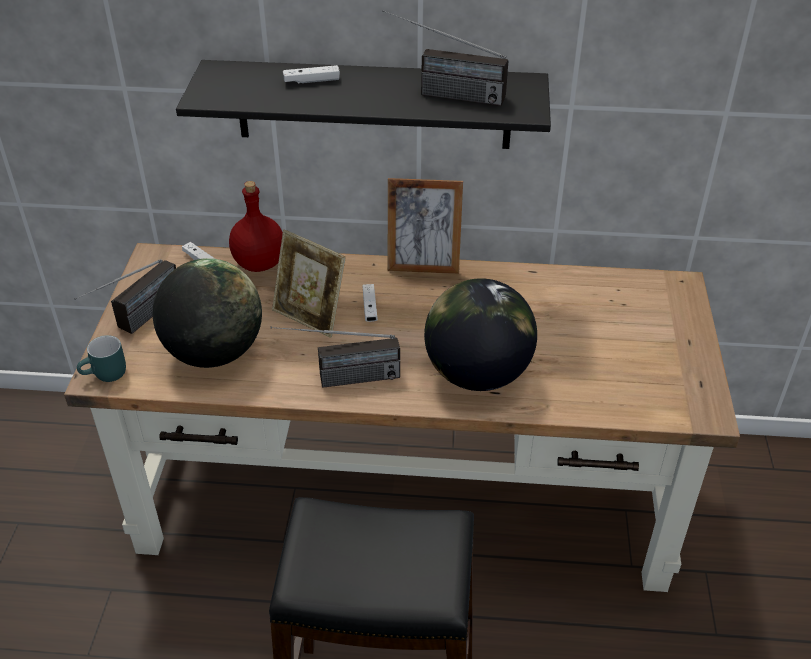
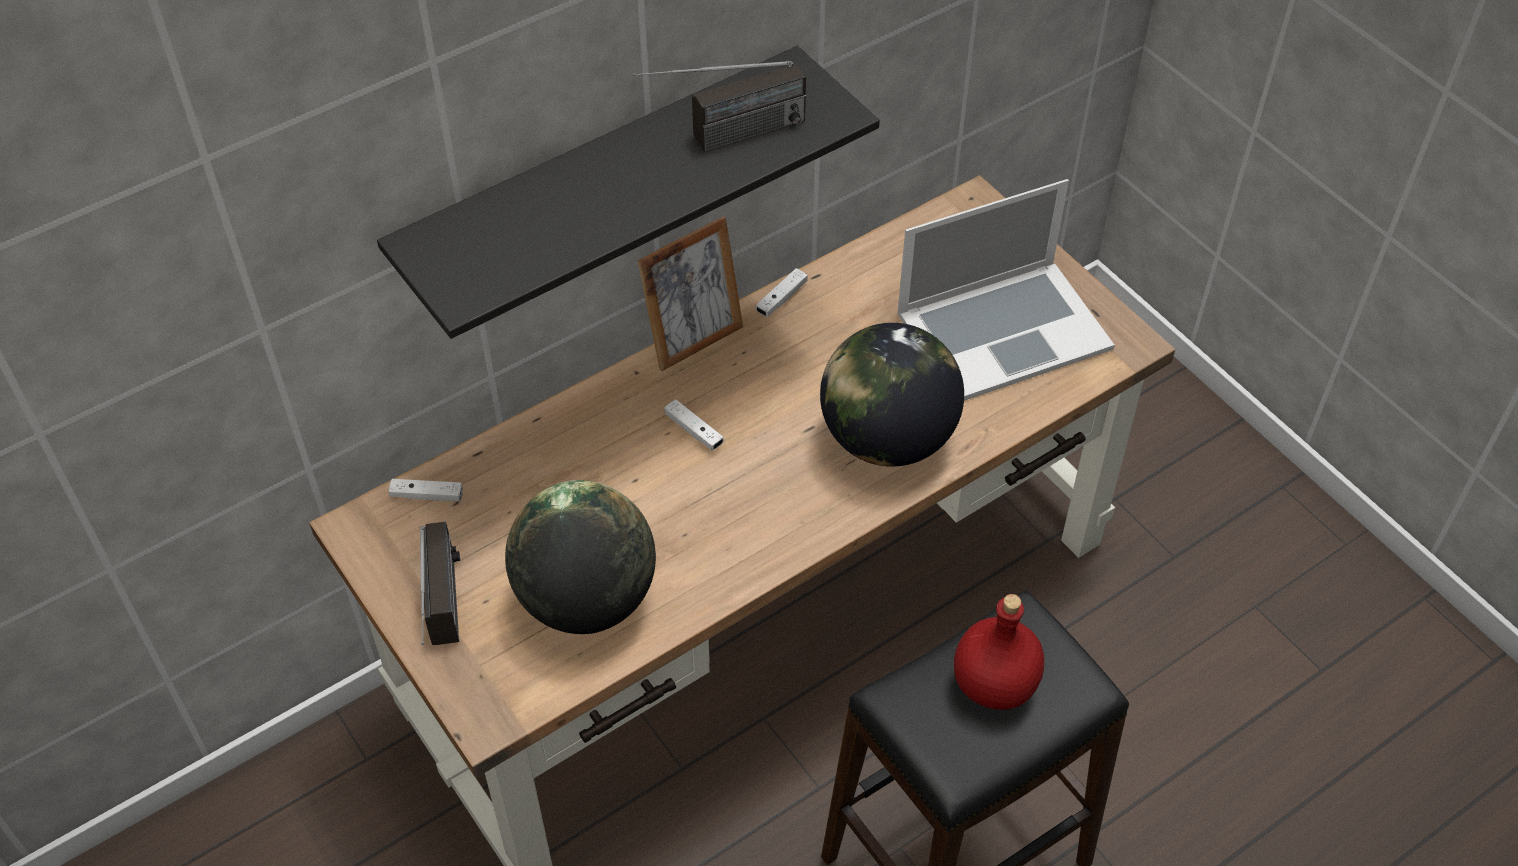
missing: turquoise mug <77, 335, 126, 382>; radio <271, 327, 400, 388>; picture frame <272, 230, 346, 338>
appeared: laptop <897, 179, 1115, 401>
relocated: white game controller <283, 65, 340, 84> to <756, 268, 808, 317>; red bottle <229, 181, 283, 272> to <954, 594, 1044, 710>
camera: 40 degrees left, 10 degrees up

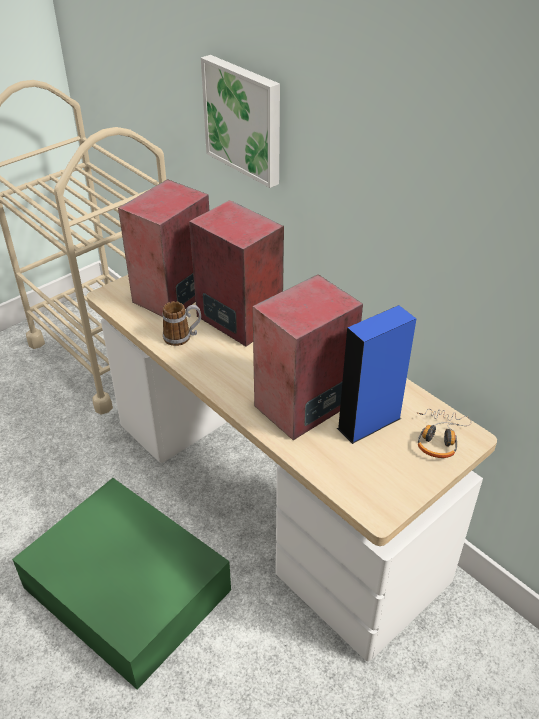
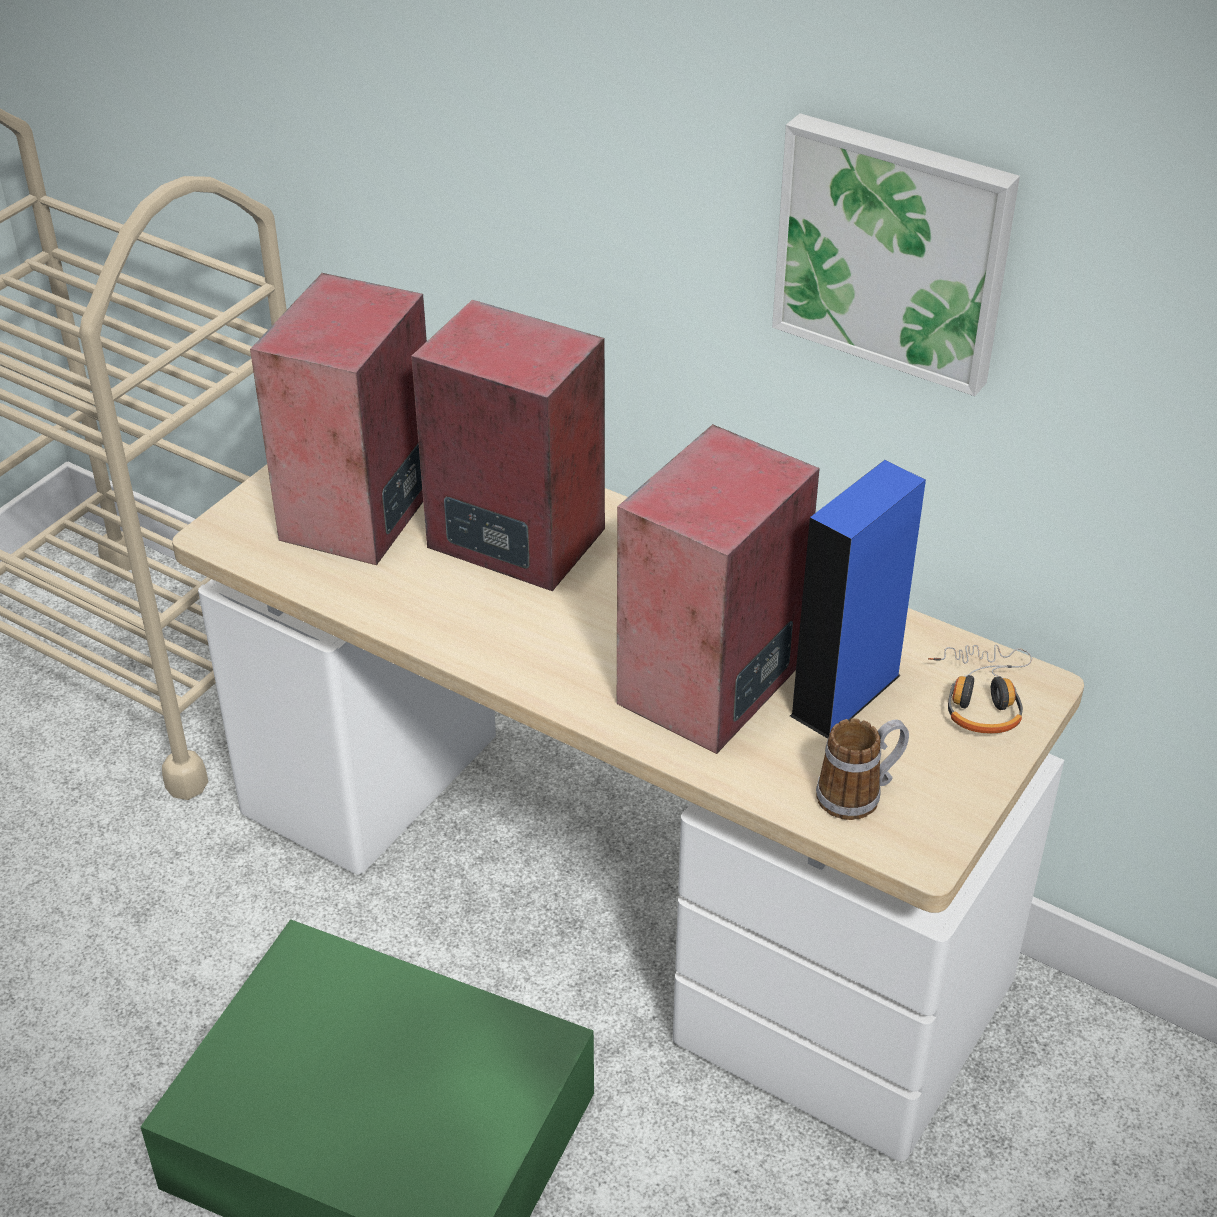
relocated: picture <201, 55, 280, 188> to <772, 113, 1020, 396>; mug <162, 301, 201, 346> to <816, 718, 909, 820>
camera: 15 degrees left, 0 degrees up

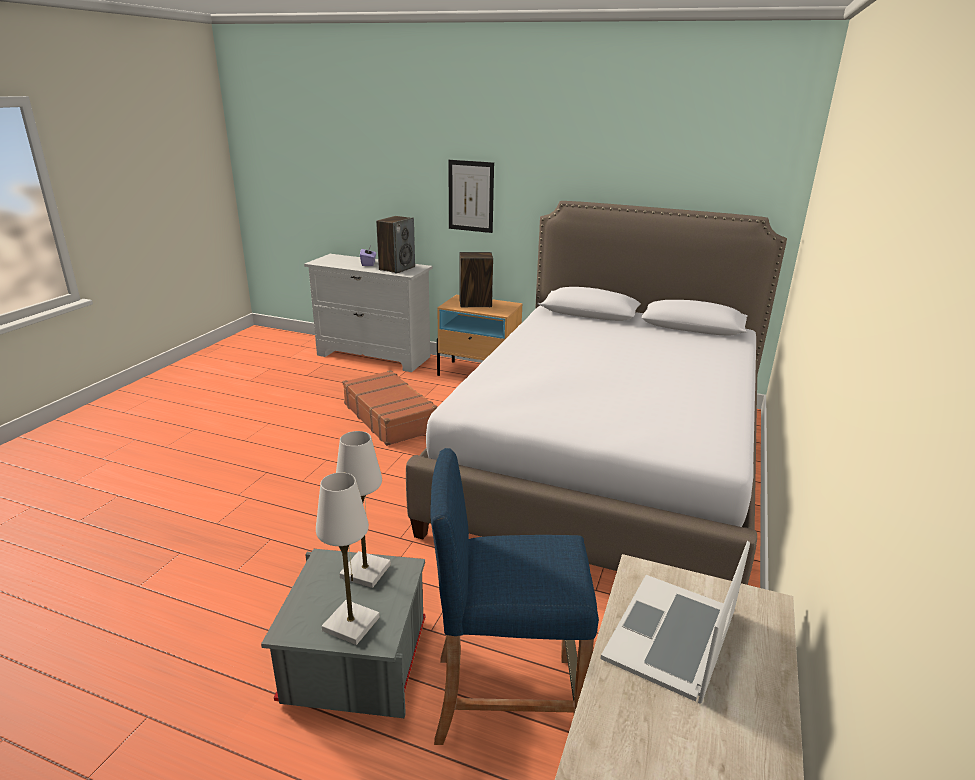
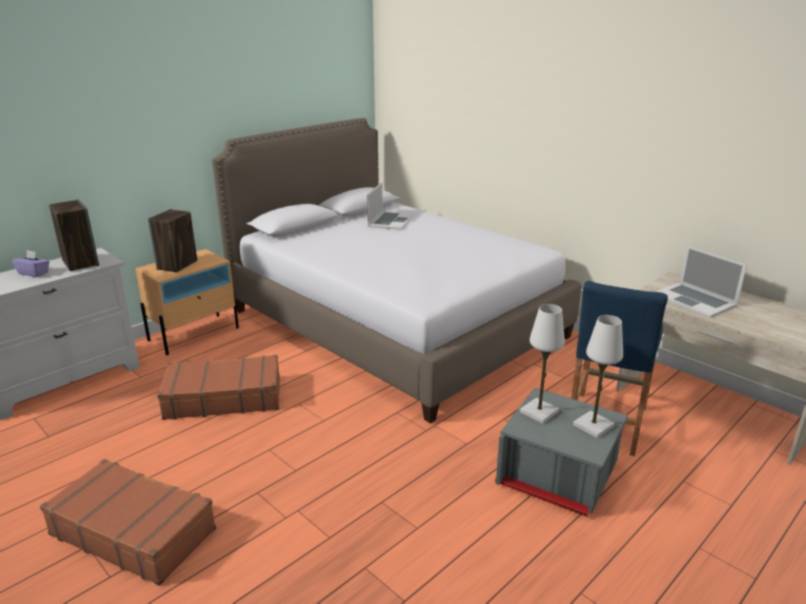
missing: picture <448, 160, 494, 233>
appeared: brown suitcase <40, 459, 216, 586>; laptop <367, 182, 414, 230>
camera: 65 degrees left, 0 degrees up

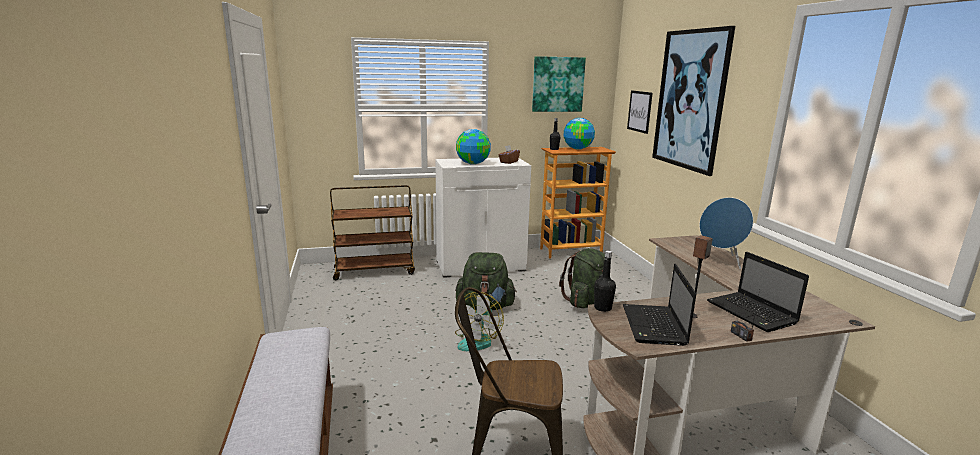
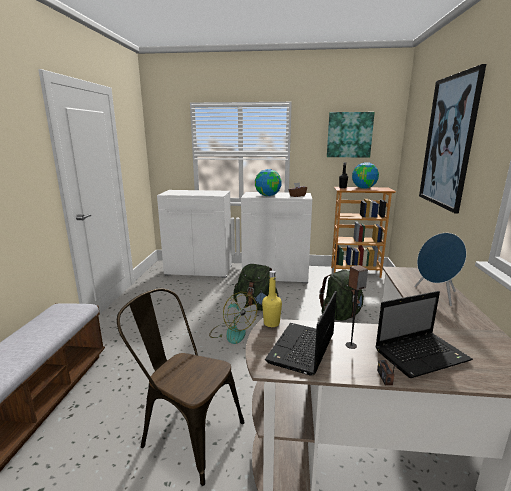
missing: picture <627, 90, 652, 134>
exchanged: brown cart <330, 185, 415, 280> to white cabinet <157, 190, 232, 278>
colour: black bottle <594, 250, 616, 312> to yellow bottle <262, 270, 282, 327>
spun: fan <455, 292, 504, 351> = <209, 292, 257, 344> 75 degrees counterclockwise; laptop <707, 252, 809, 332> = <375, 291, 473, 378> 105 degrees counterclockwise
camera: 20 degrees right, 0 degrees up

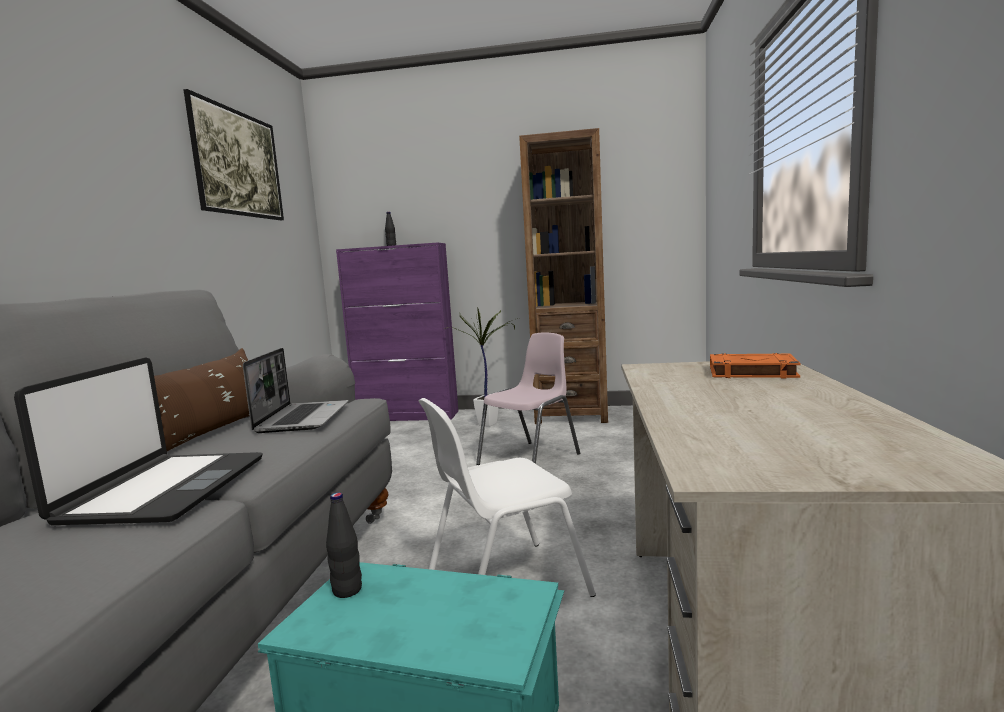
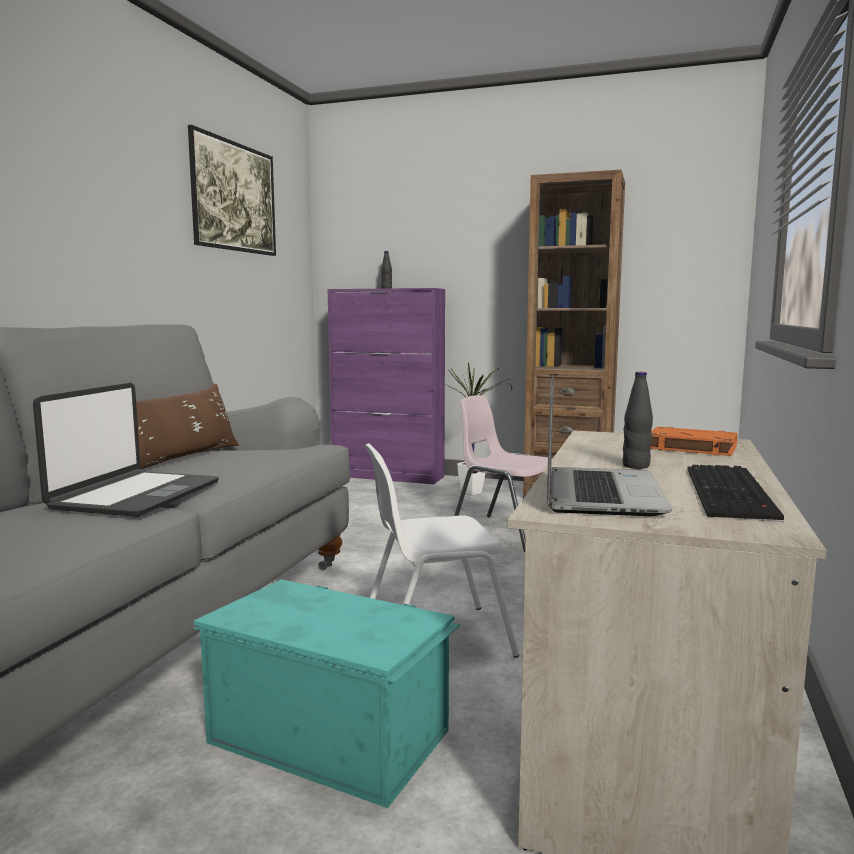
appeared: keyboard <687, 465, 784, 522>
relocated: laptop <243, 348, 349, 433> to <547, 376, 672, 516>; black bottle <326, 492, 362, 598> to <622, 372, 653, 469>
spun: pink chair <476, 333, 580, 465> = <454, 395, 548, 552> 105 degrees counterclockwise
camera: 10 degrees right, 0 degrees up

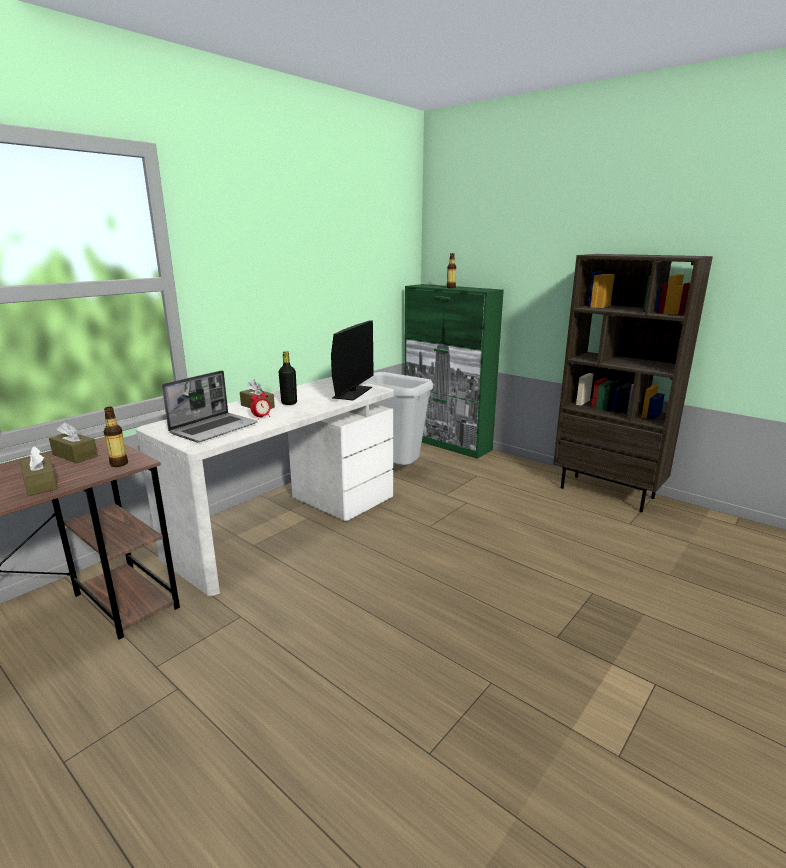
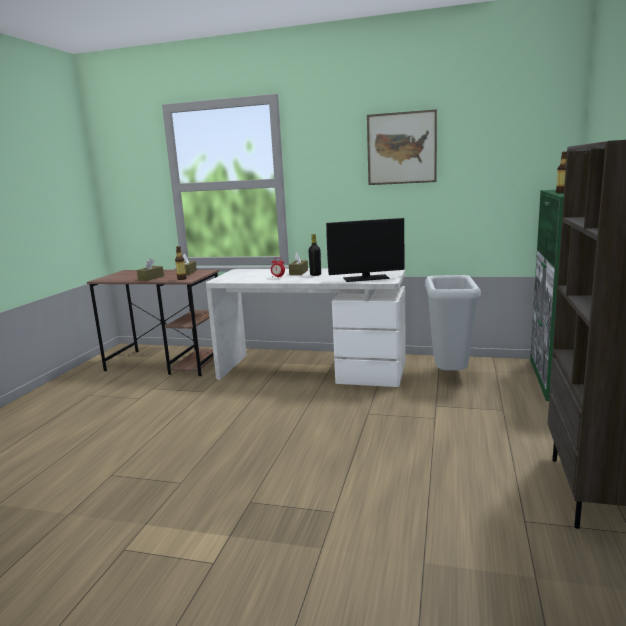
missing: laptop <162, 370, 257, 442>
appeared: picture <367, 109, 437, 185>
camera: 65 degrees right, 5 degrees down

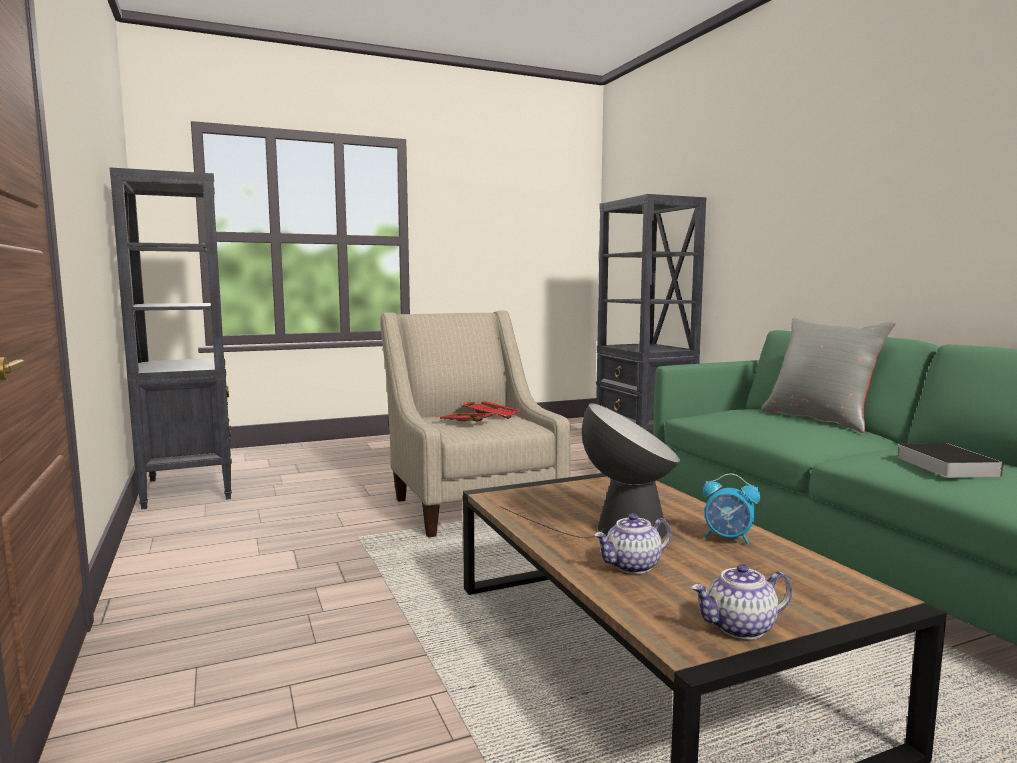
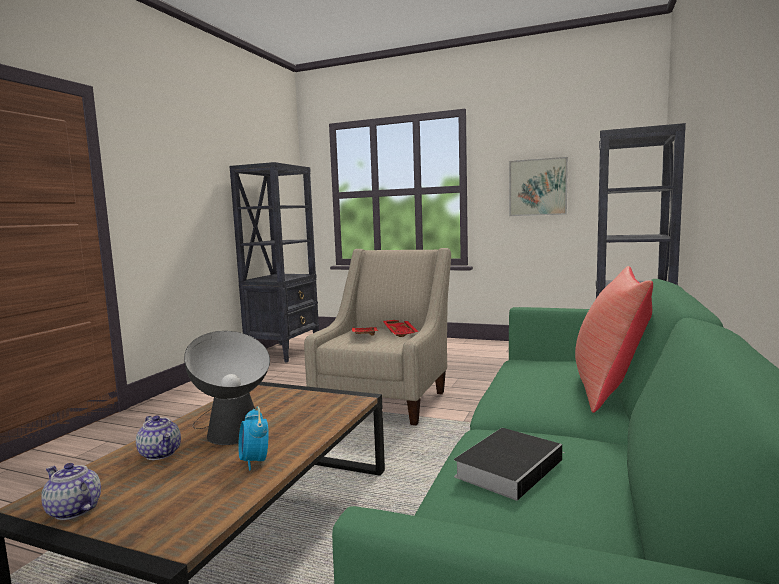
appeared: picture <509, 157, 568, 216>
colour: grey pillow <761, 317, 896, 433> to red pillow <575, 266, 653, 413>
spun: teapot <594, 513, 671, 574> = <136, 415, 181, 460> 150 degrees counterclockwise
camera: 45 degrees right, 0 degrees up

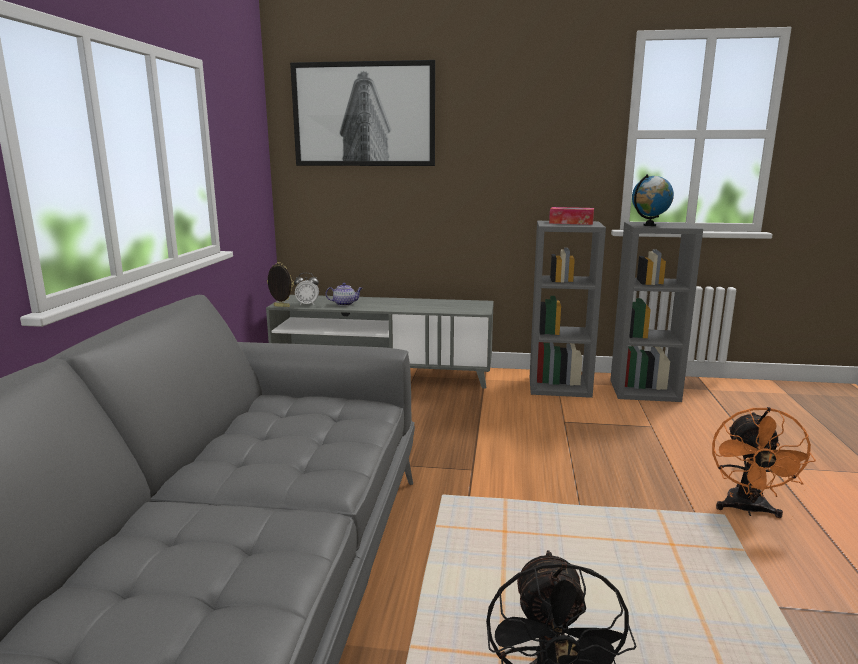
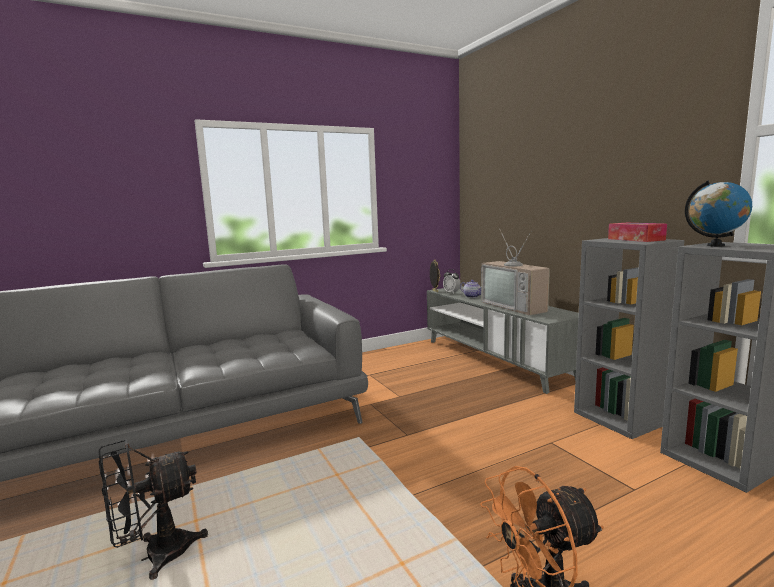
missing: picture <290, 60, 435, 166>
appeared: television <481, 230, 550, 315>
camera: 55 degrees right, 5 degrees down

